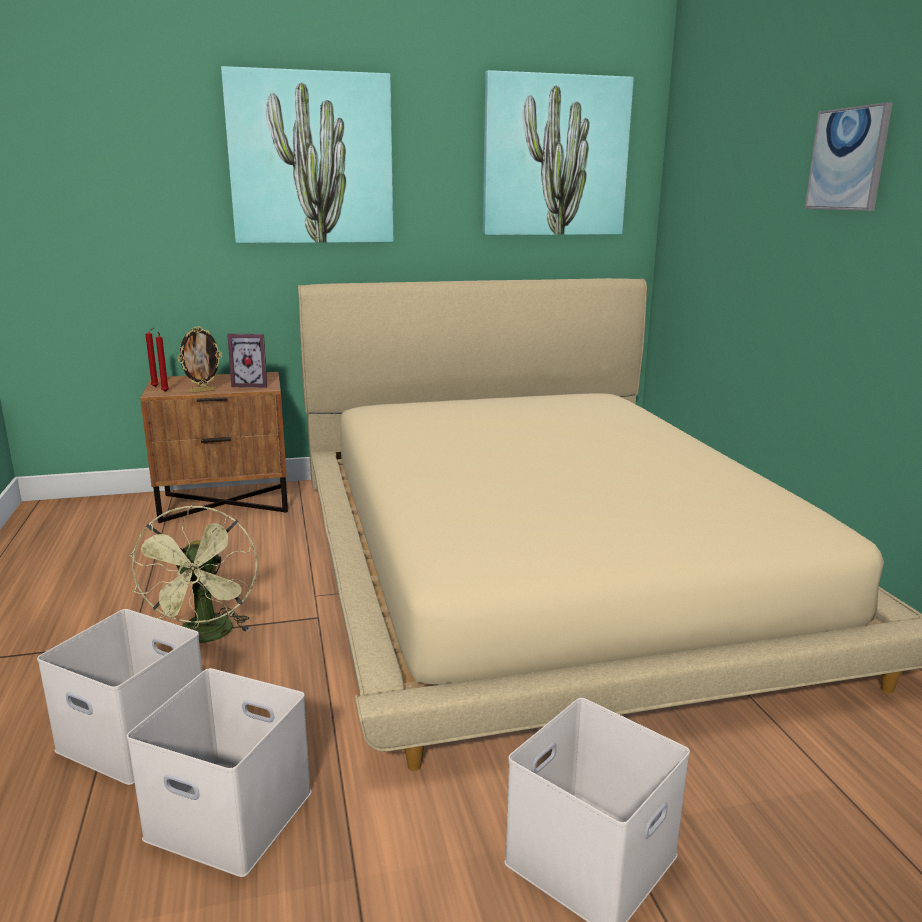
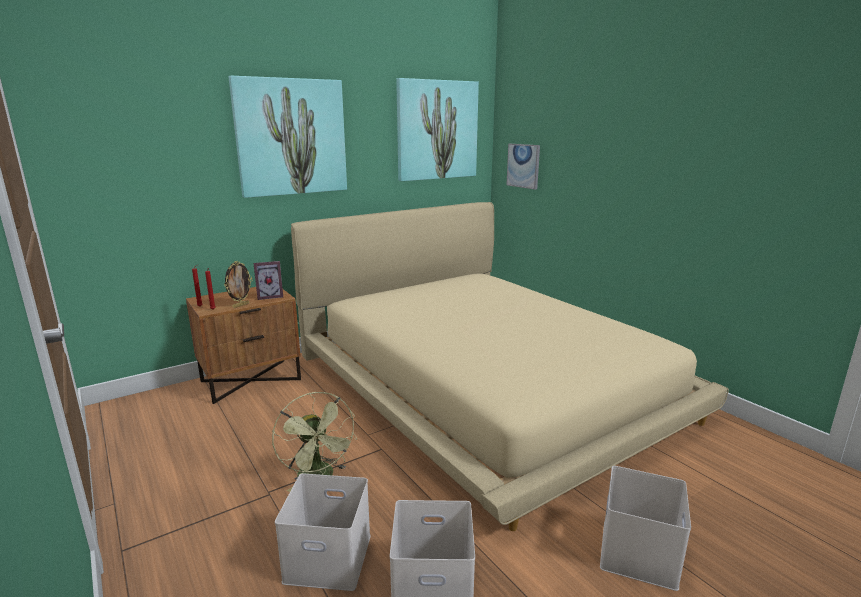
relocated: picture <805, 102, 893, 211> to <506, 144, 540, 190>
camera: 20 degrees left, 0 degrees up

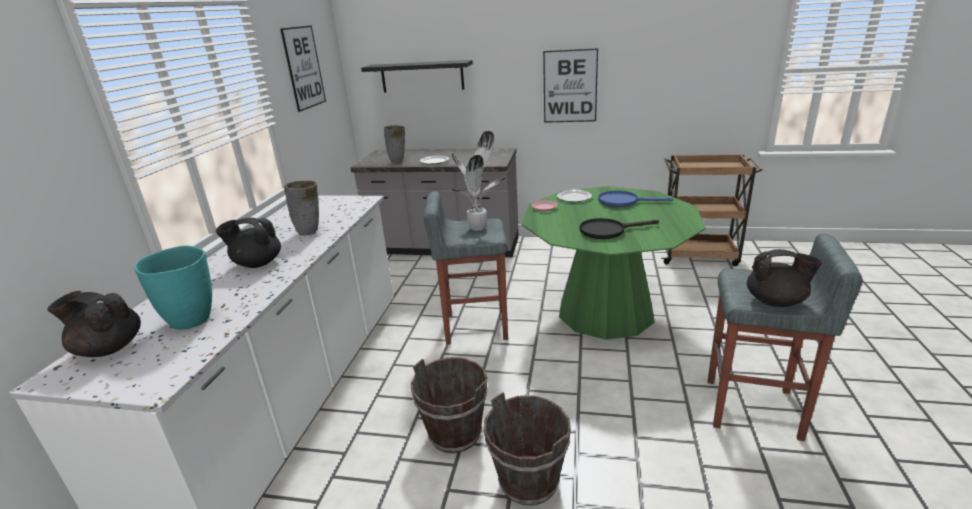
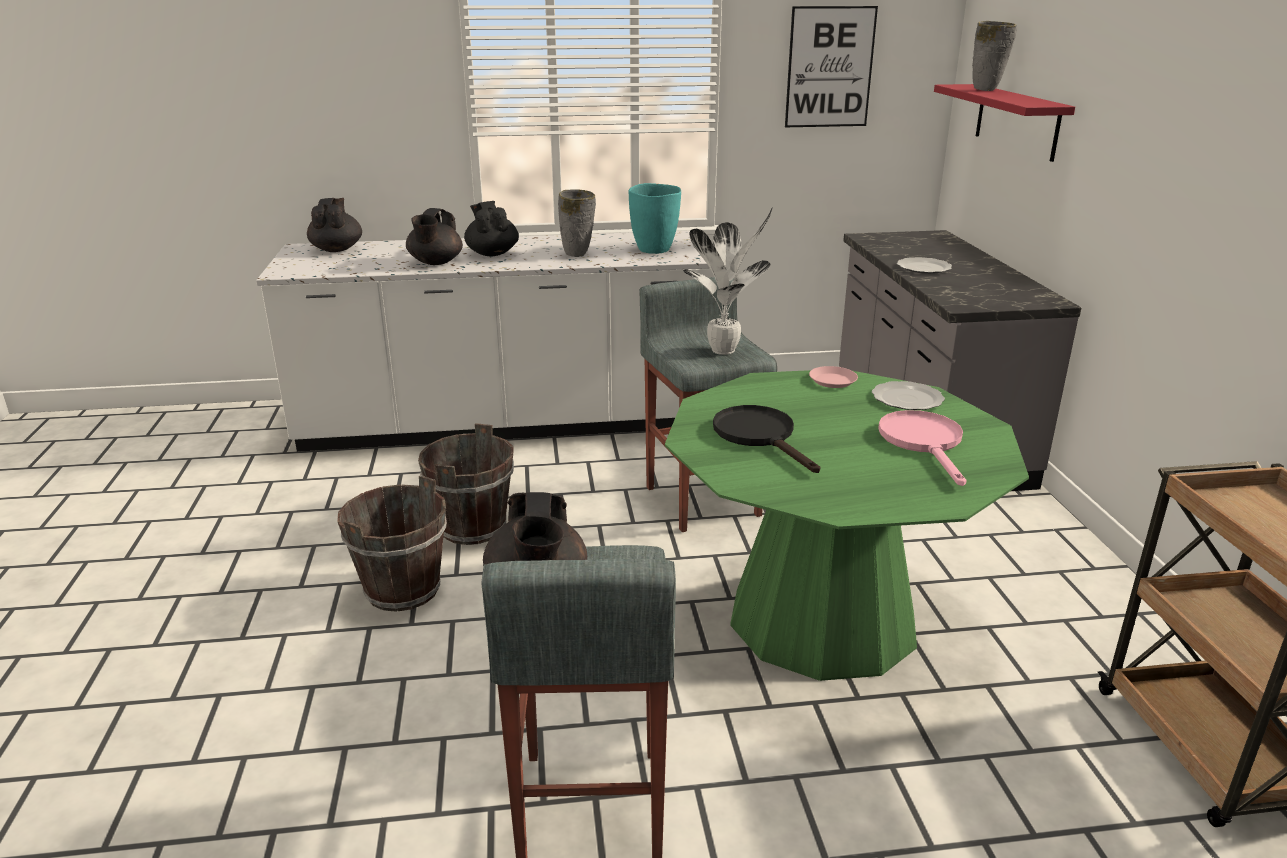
missing: picture <543, 48, 598, 123>
appeared: black teapot <406, 208, 463, 265>
relocated: turquoise vase <134, 246, 212, 330> to <629, 183, 681, 254>; grey vase <384, 125, 405, 162> to <972, 21, 1017, 91>
colour: blue frying pan <598, 190, 673, 207> to pink frying pan <878, 410, 967, 486>; black shelf <361, 60, 473, 93> to red shelf <934, 84, 1075, 162>
camera: 70 degrees right, 0 degrees up

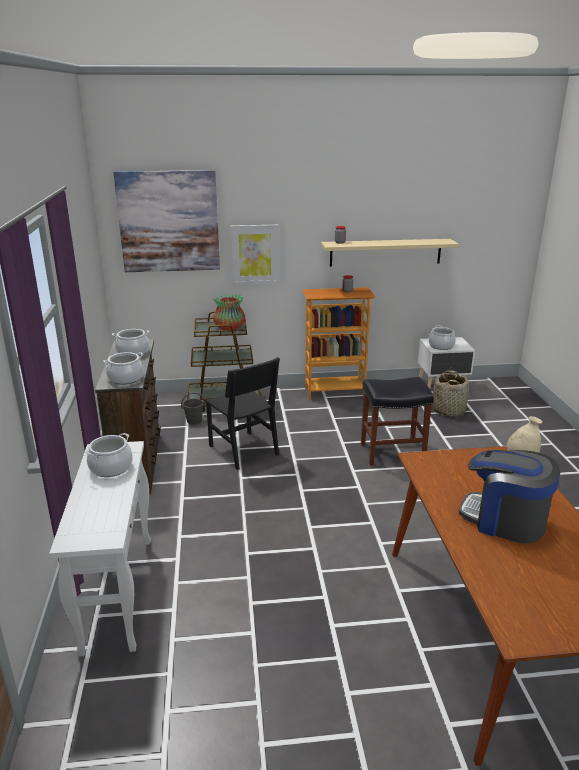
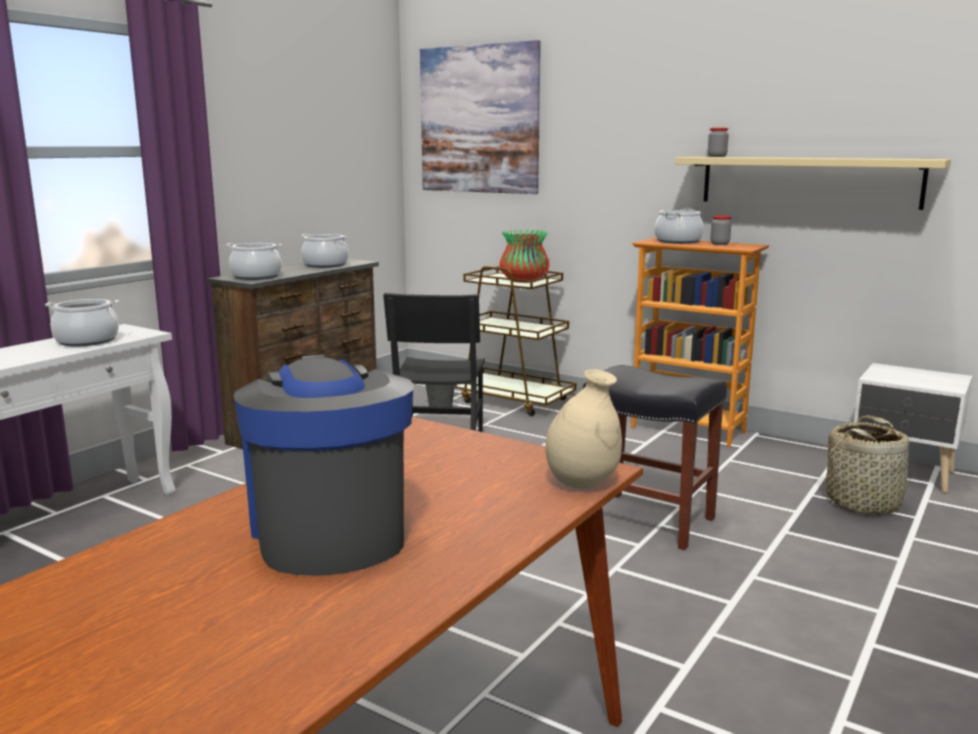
missing: picture <230, 225, 279, 285>
relocated: cooking pot <428, 325, 456, 350> to <654, 208, 704, 244>
camera: 40 degrees right, 10 degrees down

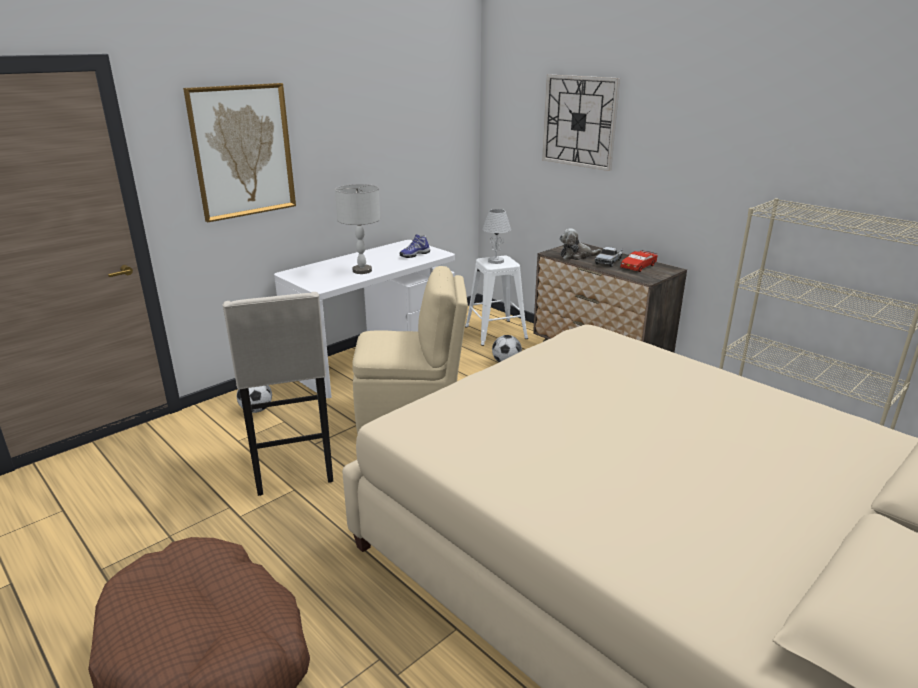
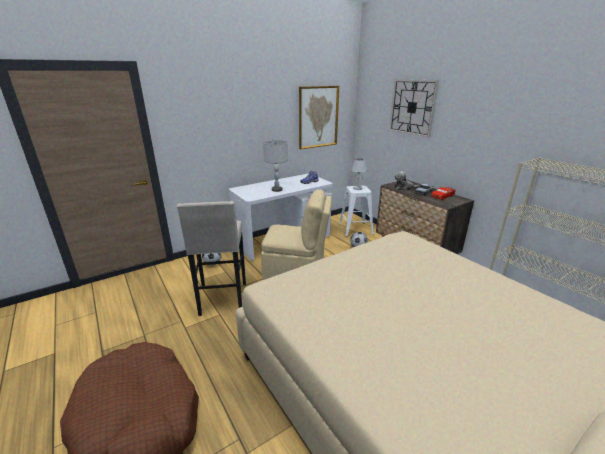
relocated: picture <183, 83, 296, 222> to <299, 86, 339, 149>
camera: 10 degrees right, 0 degrees up

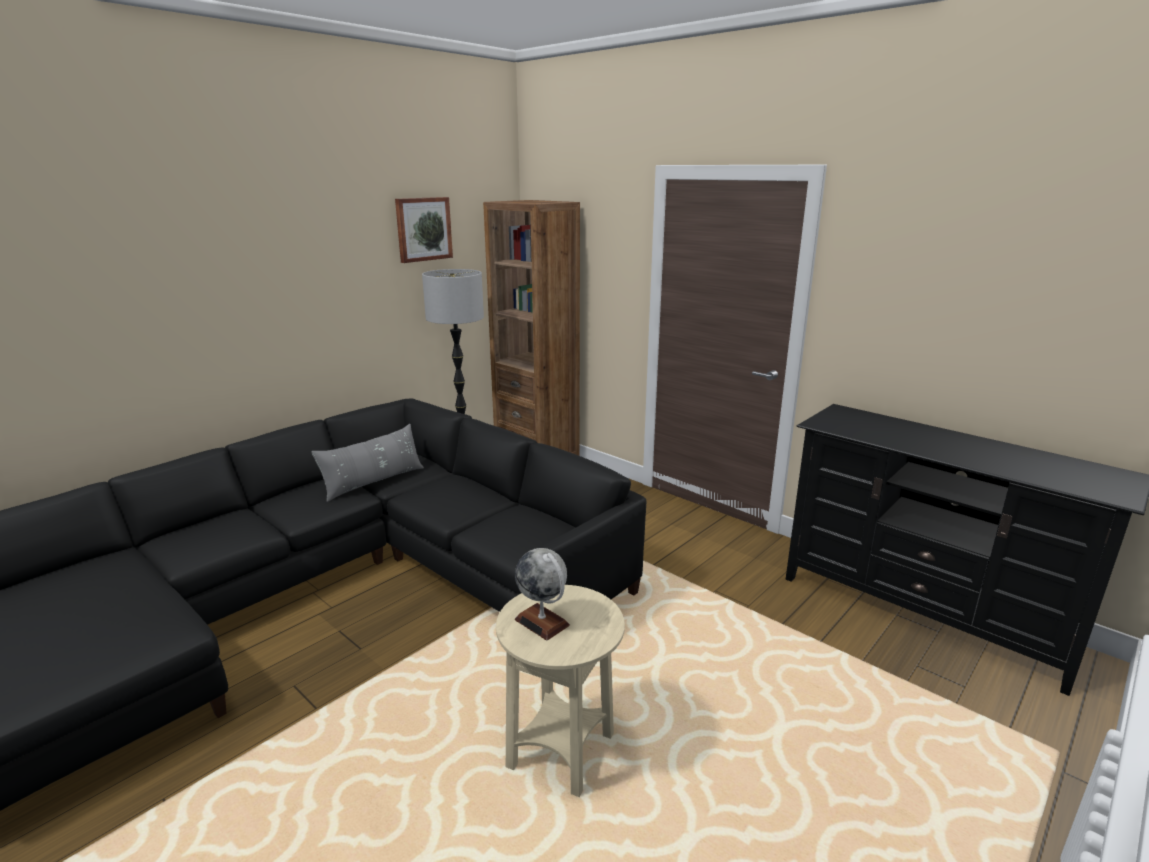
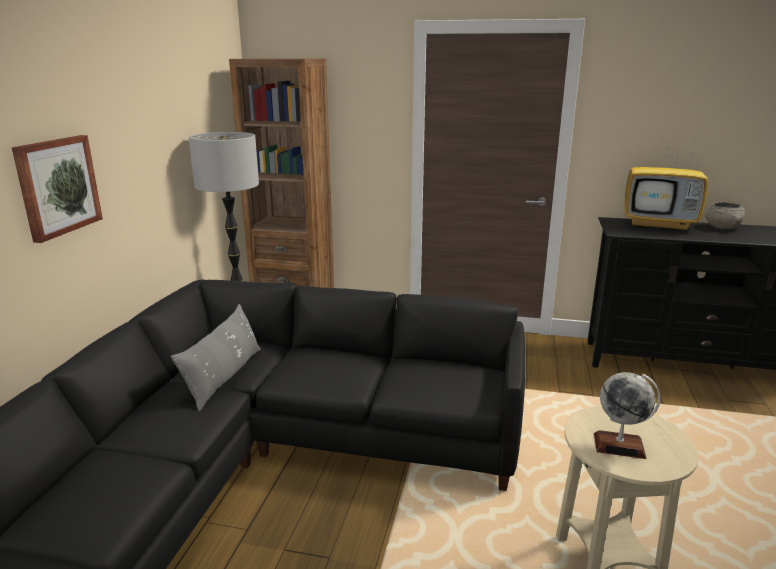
appeared: television <625, 132, 708, 231>; grey bowl <705, 202, 745, 230>
relocated: picture <395, 197, 453, 263> to <12, 135, 103, 243>
camera: 30 degrees left, 0 degrees up

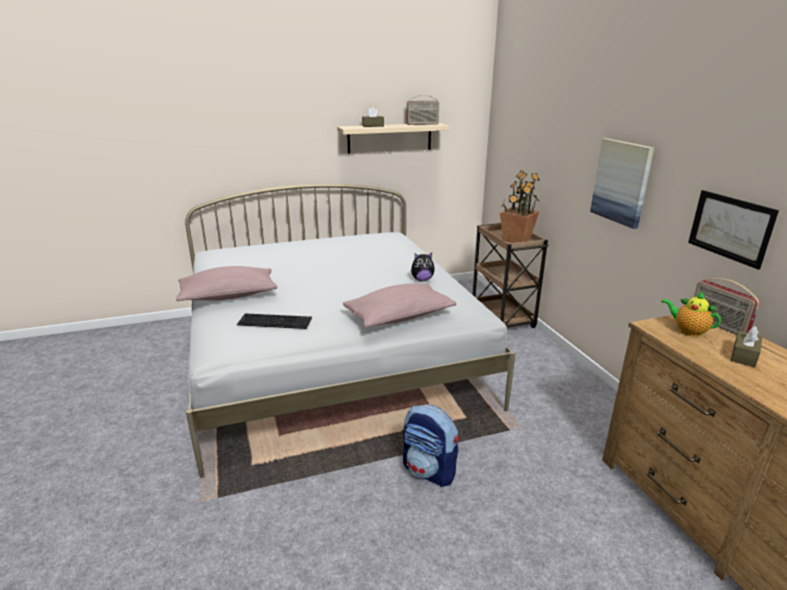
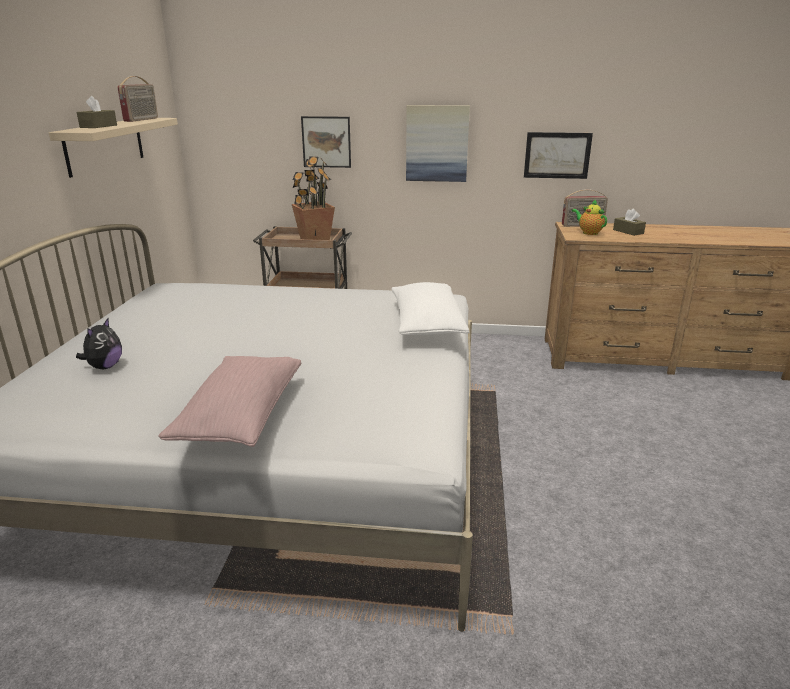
missing: keyboard <237, 313, 312, 329>; backpack <403, 404, 459, 487>
appeared: picture <301, 116, 351, 168>
relocated: plush toy <411, 253, 435, 281> to <76, 318, 122, 369>
colour: pink pillow <343, 284, 456, 328> to white pillow <391, 282, 469, 335>
spun: teapot <661, 291, 721, 337> = <572, 199, 607, 235> 75 degrees clockwise
camera: 65 degrees left, 0 degrees up

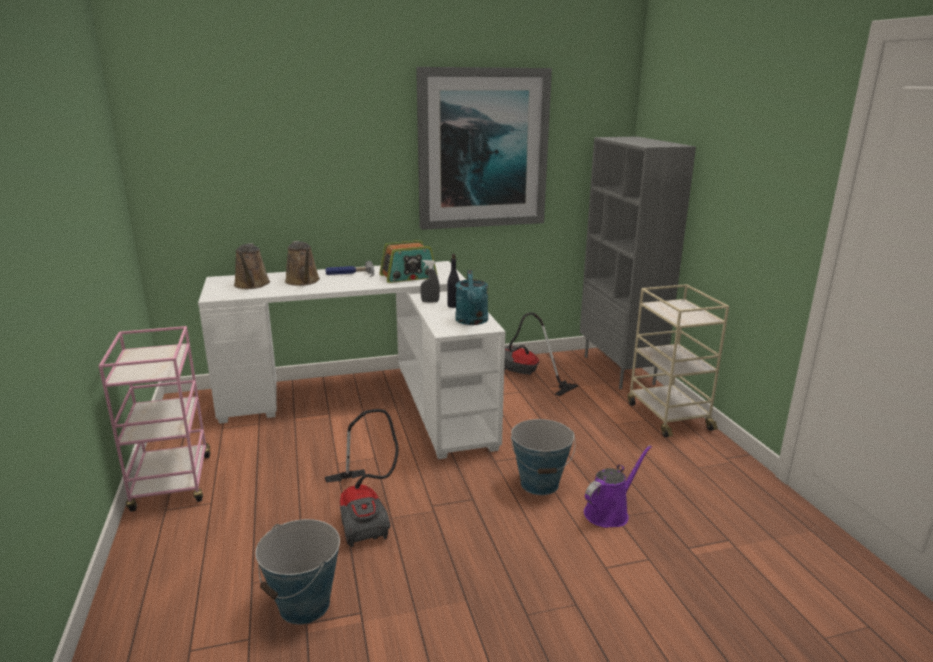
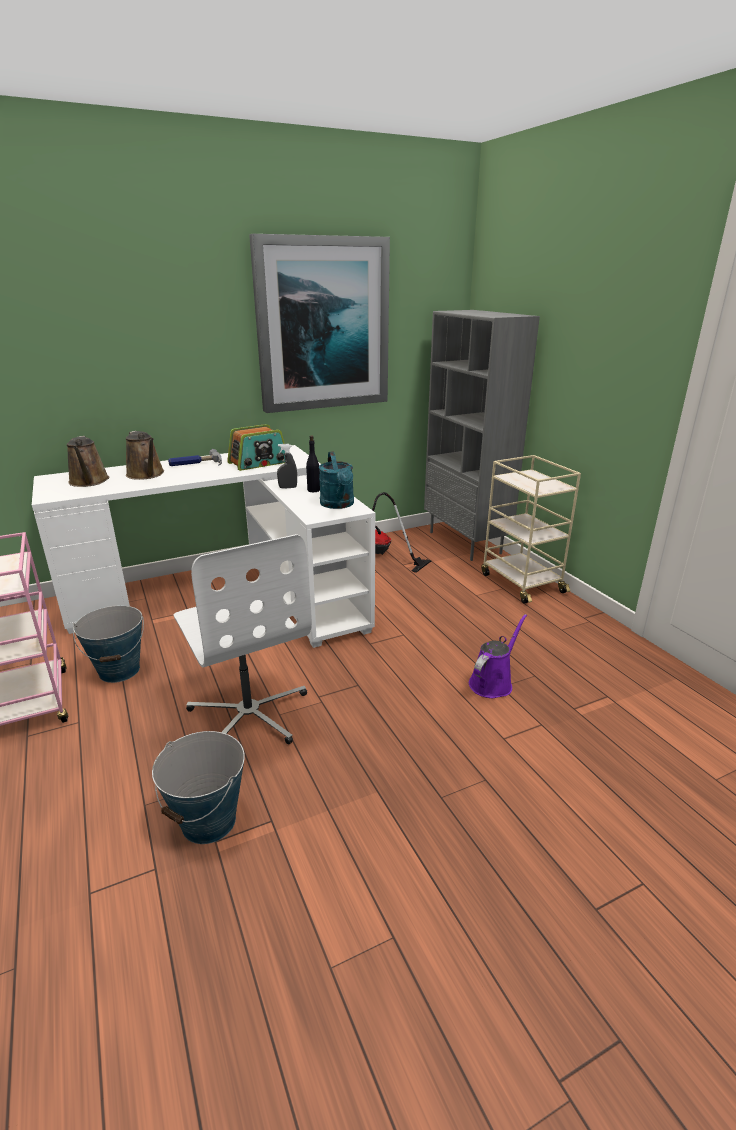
relocated: bucket <511, 419, 575, 495> to <73, 605, 144, 683>
exchanged: vacuum cleaner <325, 409, 399, 547> to white office chair <174, 534, 312, 744>
camera: 10 degrees left, 5 degrees up

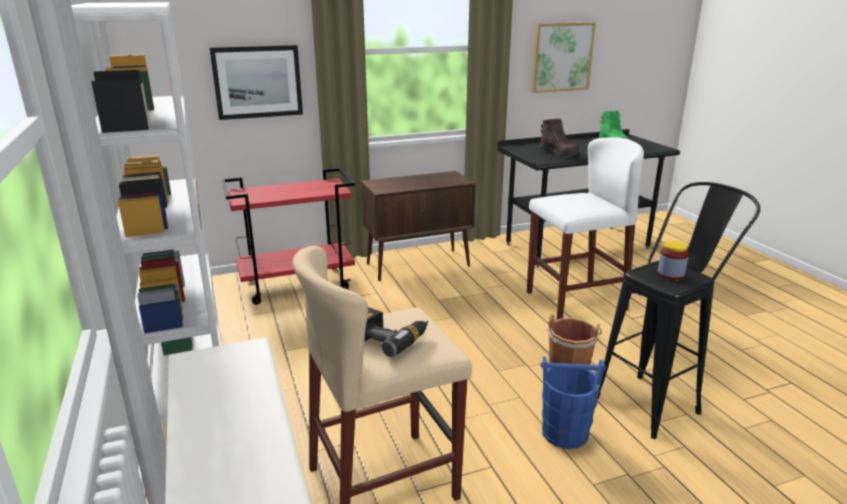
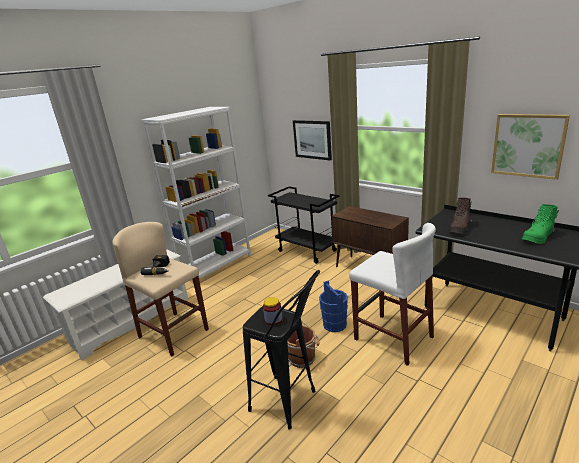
relocated: blue bucket <541, 357, 606, 449> to <319, 280, 348, 332>
colour: red cart <222, 168, 355, 305> to black cart <268, 186, 339, 264>
camera: 65 degrees right, 0 degrees up

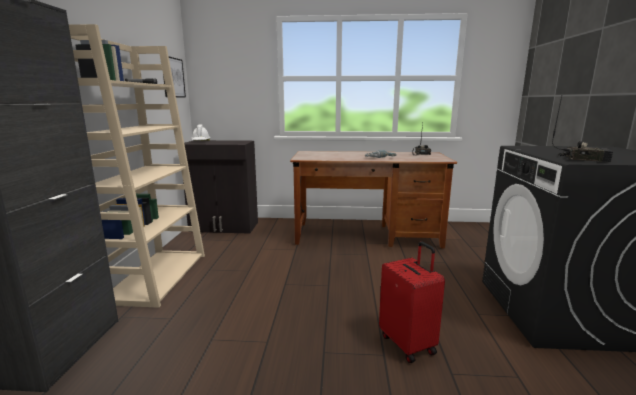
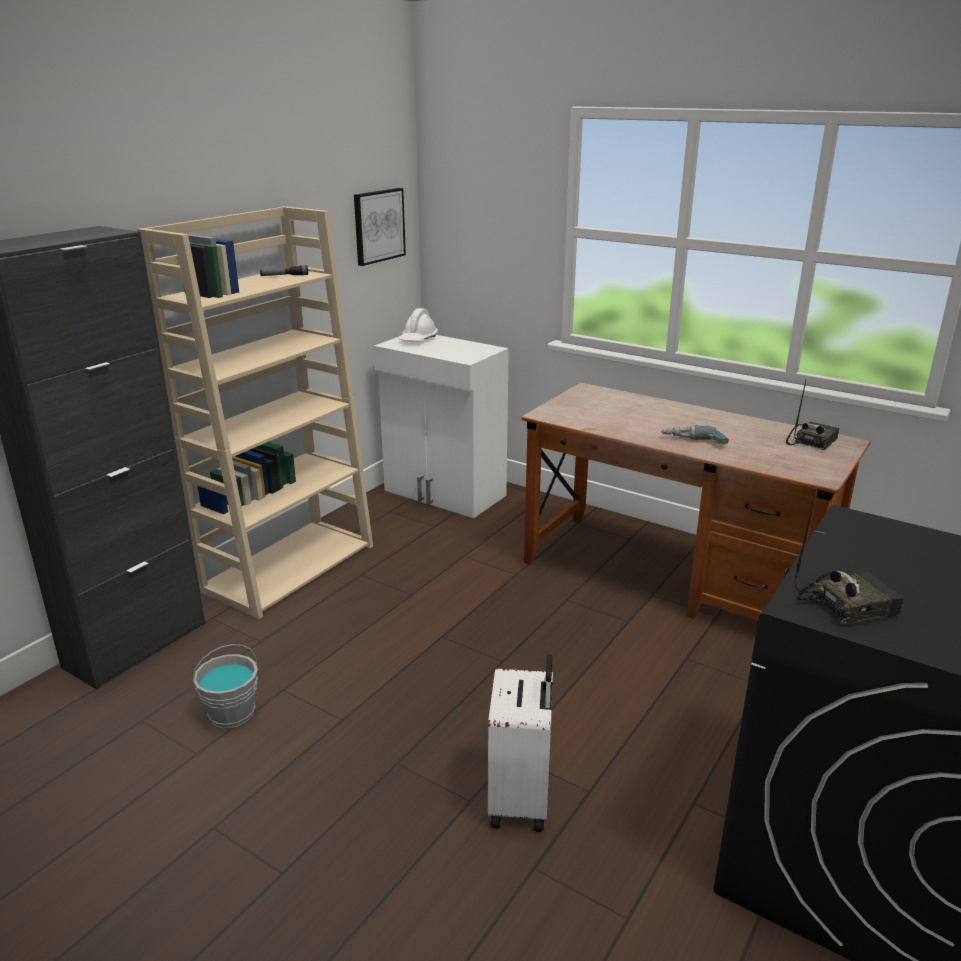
appeared: grey bucket <193, 644, 258, 728>
colour: black cabinet <183, 140, 258, 234> to white cabinet <374, 335, 509, 518>; red suitcase <379, 241, 445, 363> to white suitcase <488, 654, 553, 832>
spun: radio <552, 96, 613, 162> = <794, 497, 904, 626> 75 degrees counterclockwise
camera: 30 degrees right, 10 degrees up

